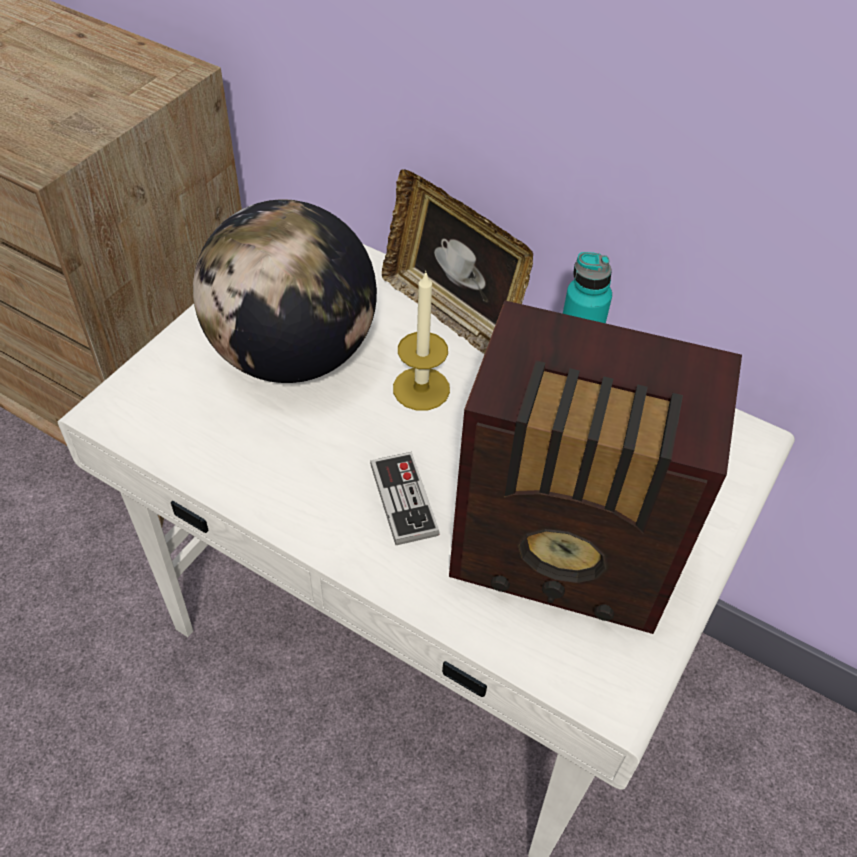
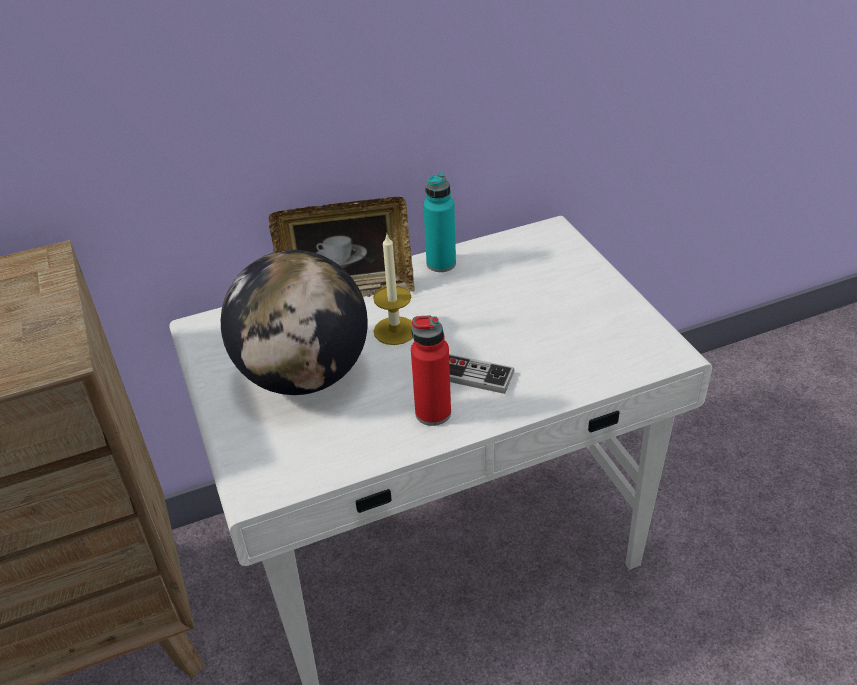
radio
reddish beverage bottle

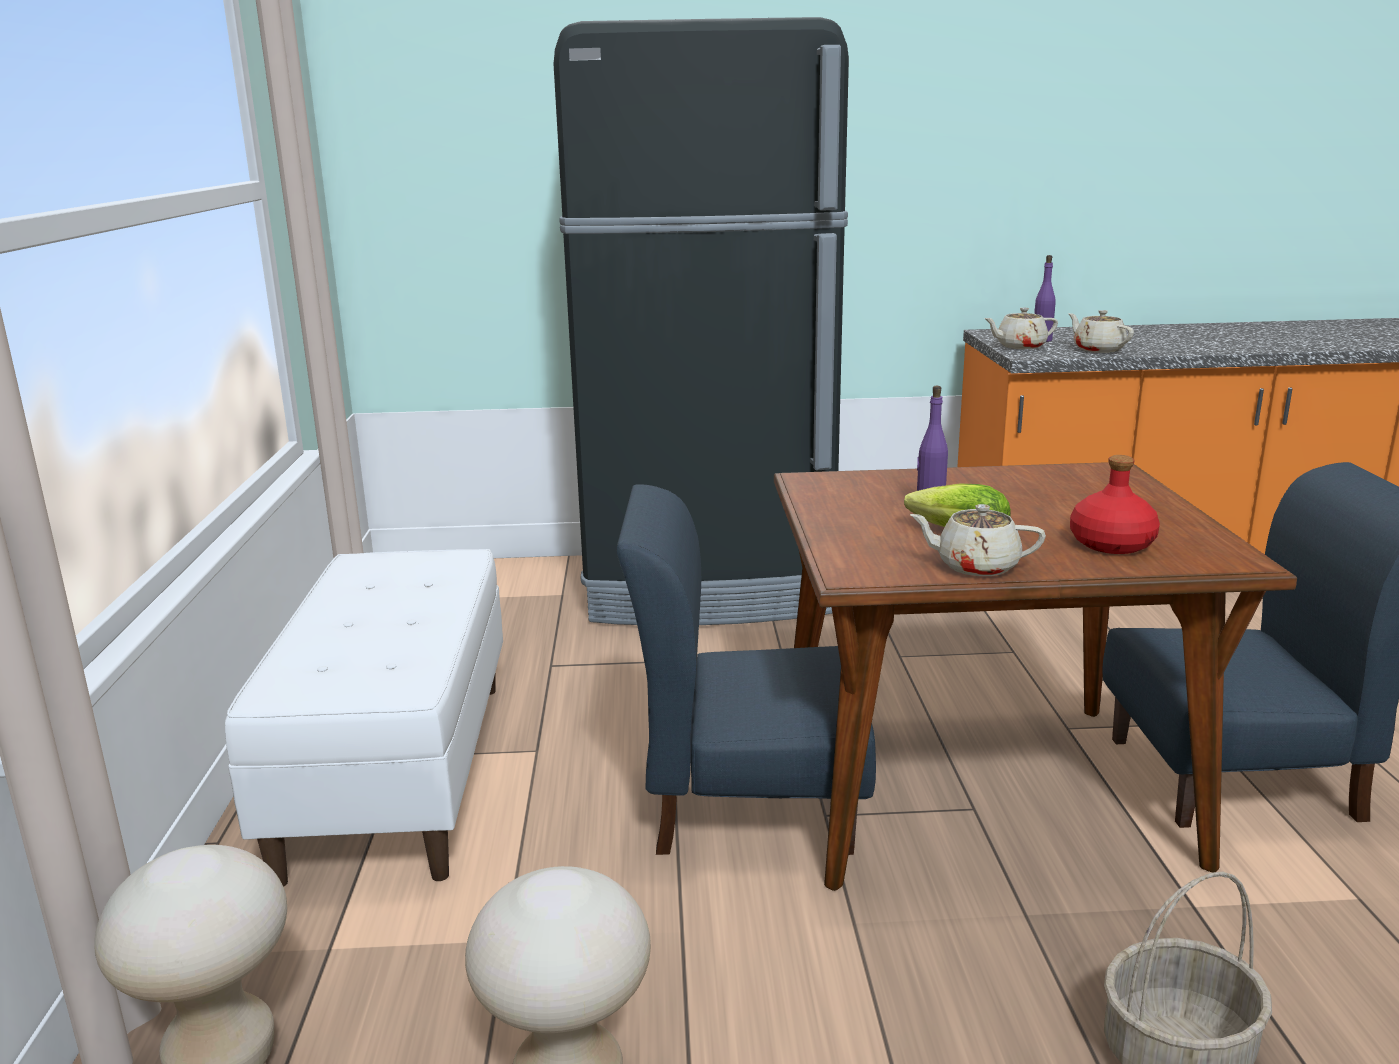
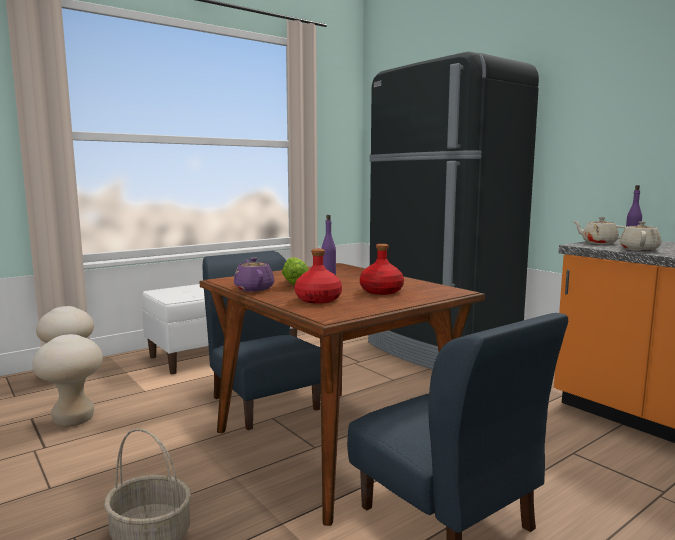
purplish tea pot
reddish beverage bottle (no. 2 from left)

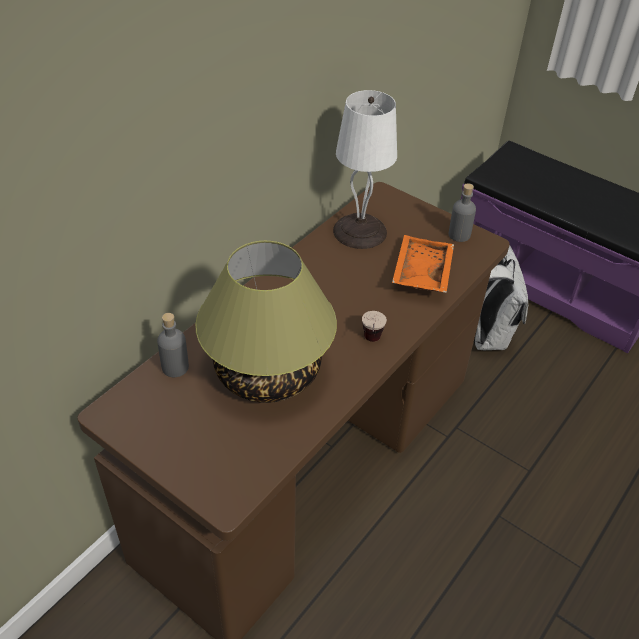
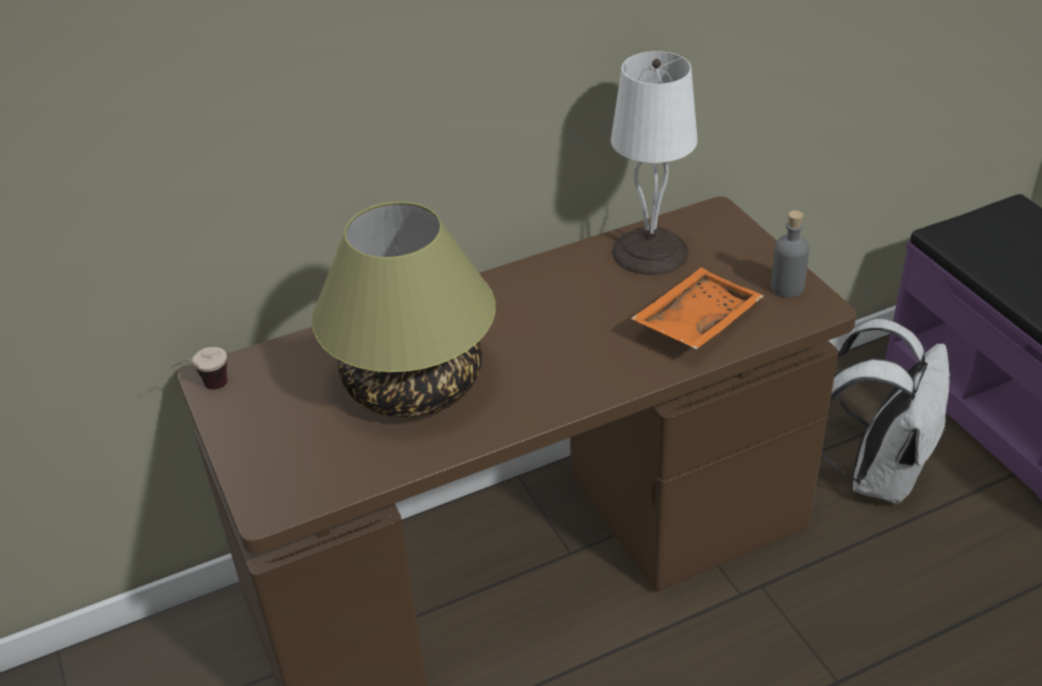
drinking cup
grey beverage bottle (no. 1 from left in the first image)

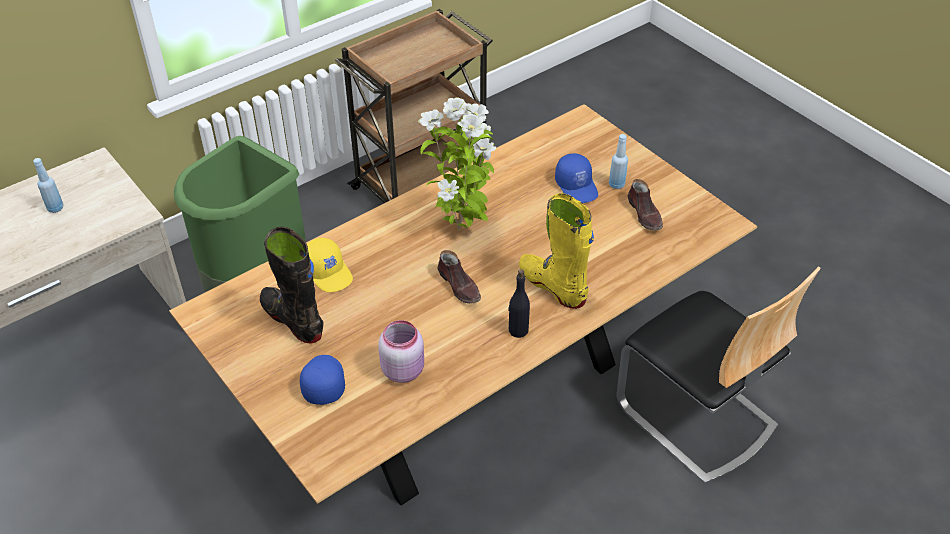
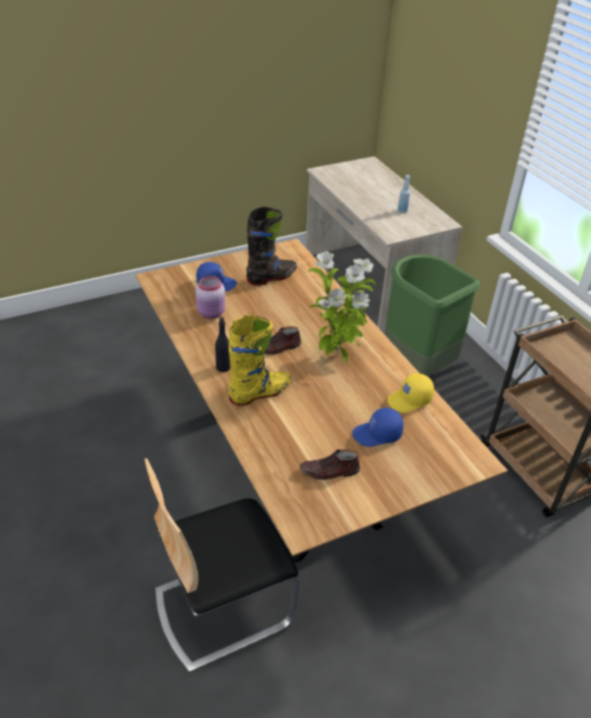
blue beverage bottle (no. 2 from left in the first image)
yellow-coloured cap

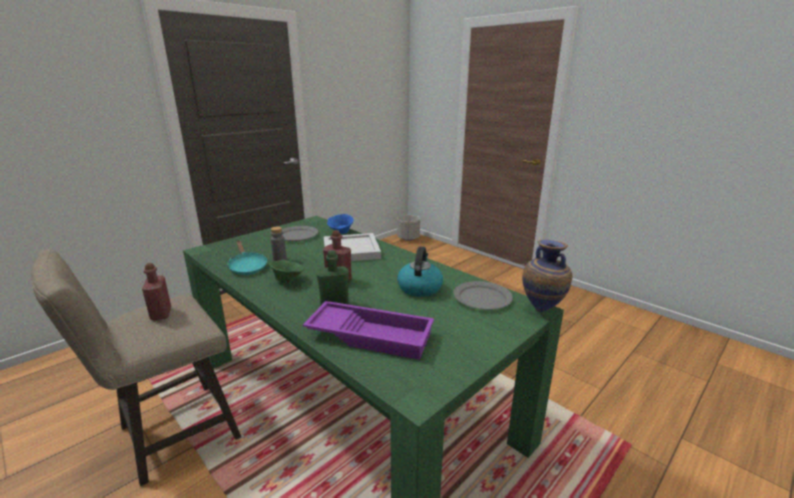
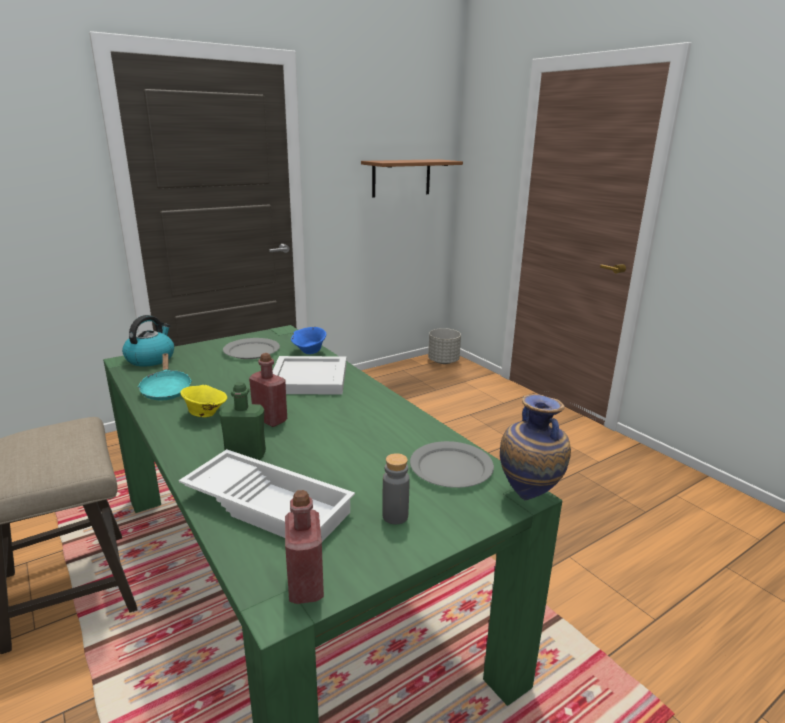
grey beverage bottle
tea kettle
yellow-coloured serving bowl
reddish beverage bottle (no. 2 from left)
white carrying tray (no. 1 from left)
brown-coloured wall shelf

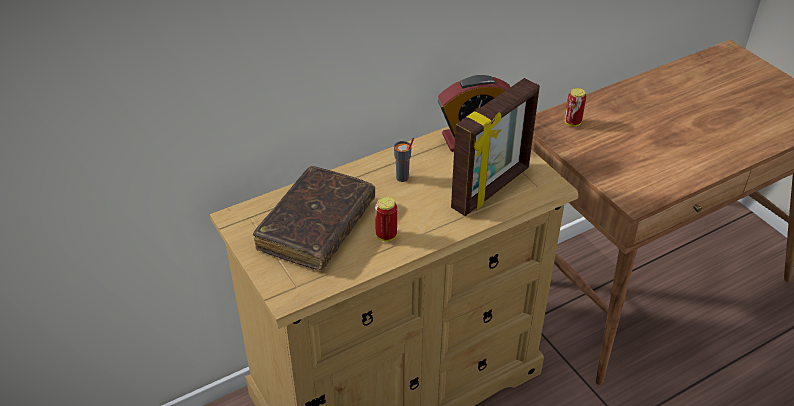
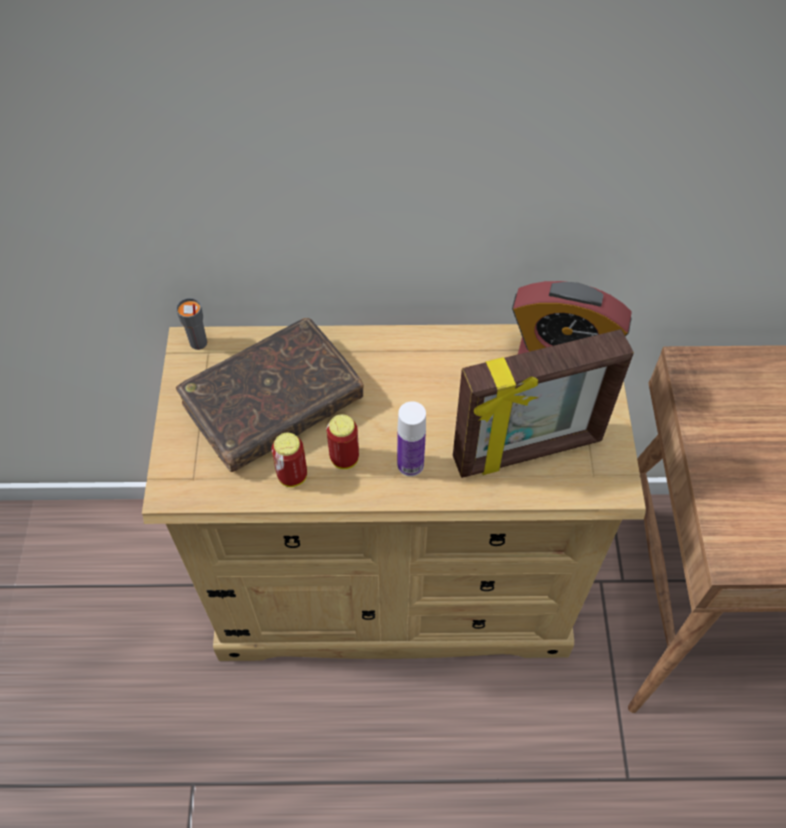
metal can (no. 1 from left)
grey drinking cup
beverage bottle

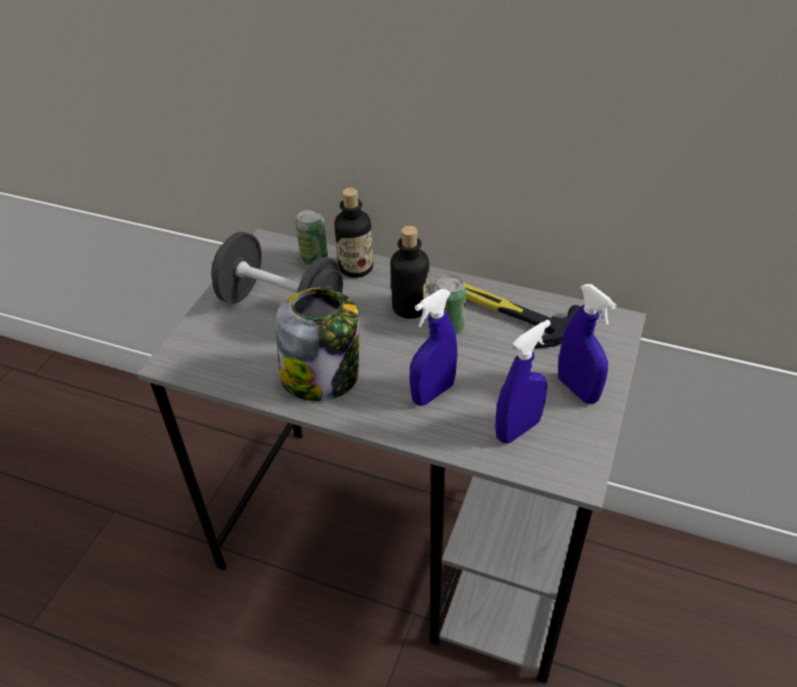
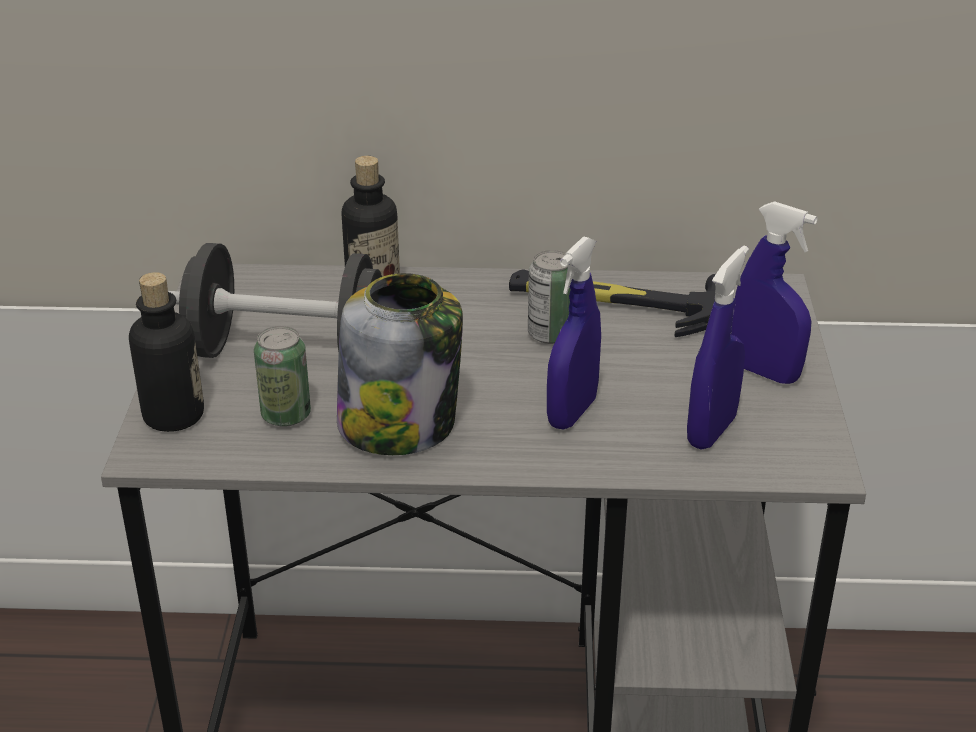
metal can (no. 1 from left)
beverage bottle (no. 1 from left)

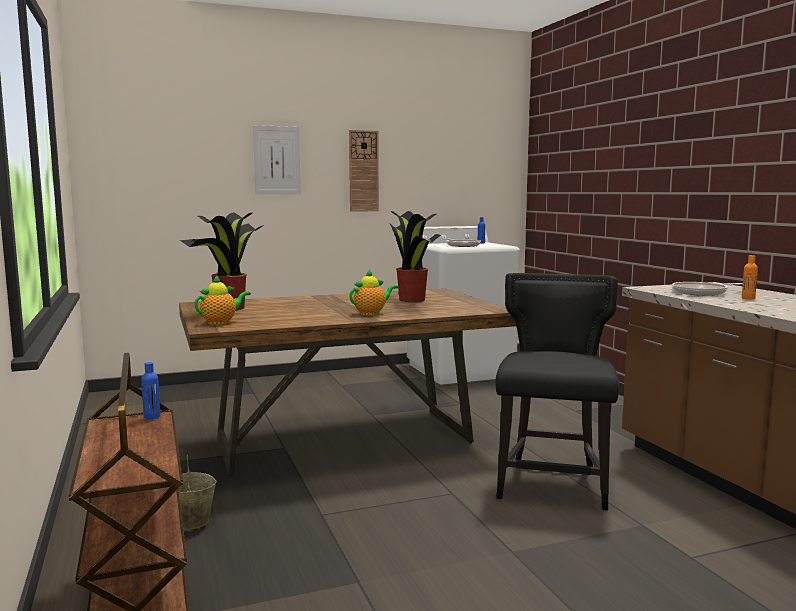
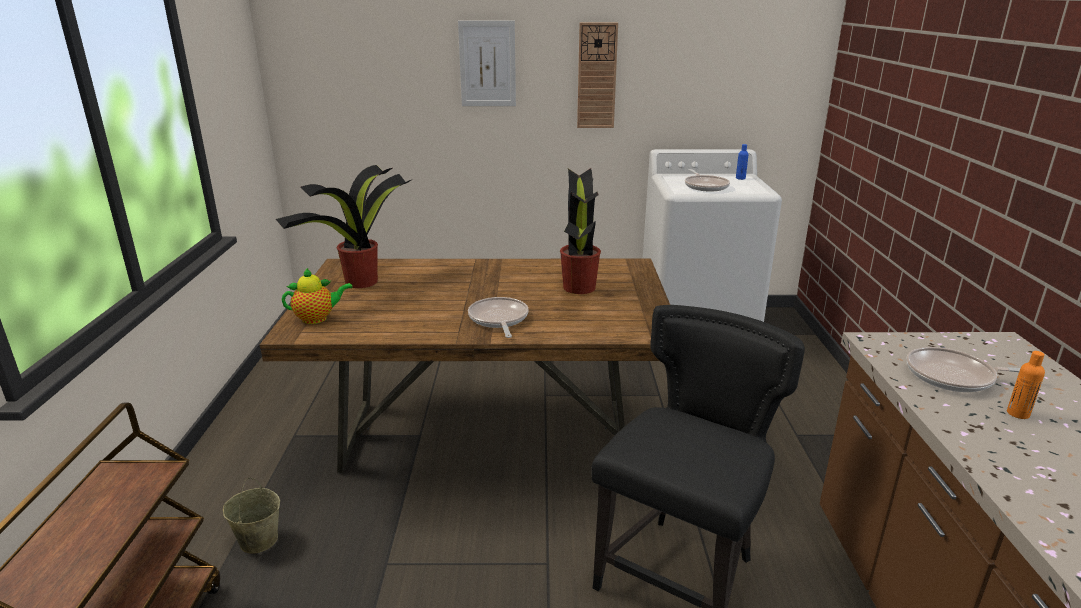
skillet (no. 1 from left)
blue beverage bottle (no. 1 from left in the first image)

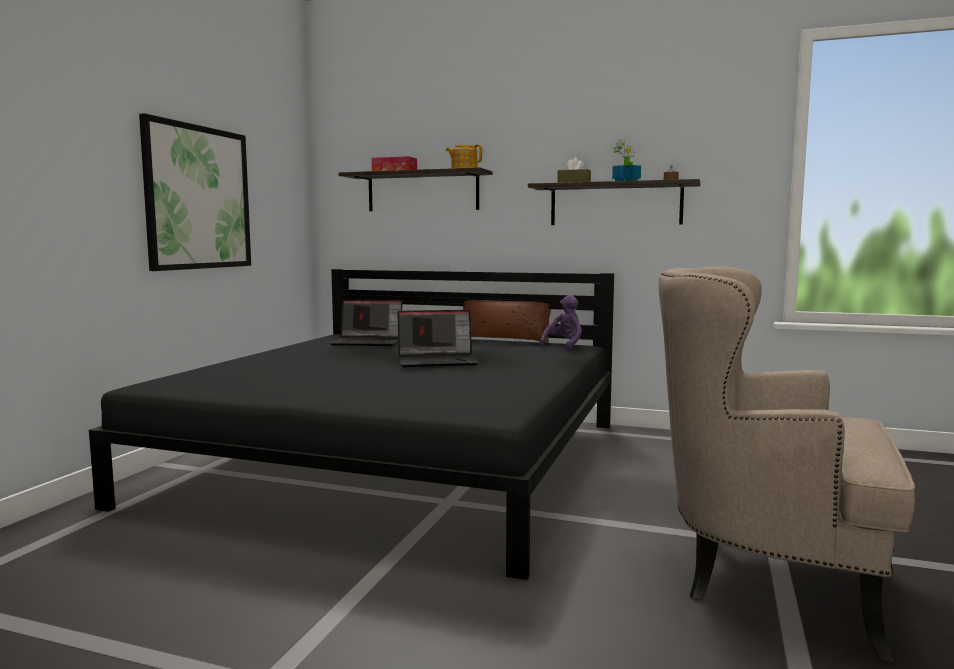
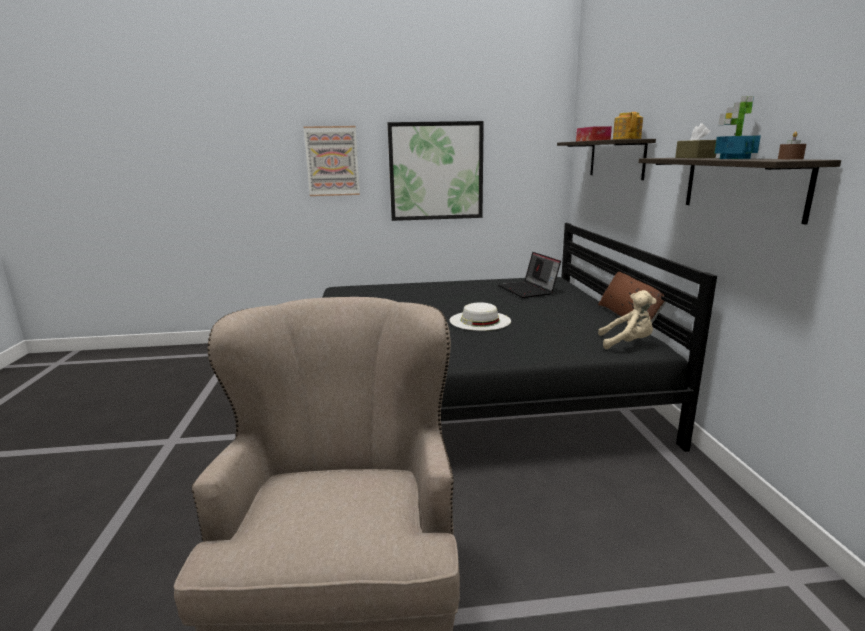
sand-coloured plush toy
white wearable hat
wall art (no. 1 from left)

